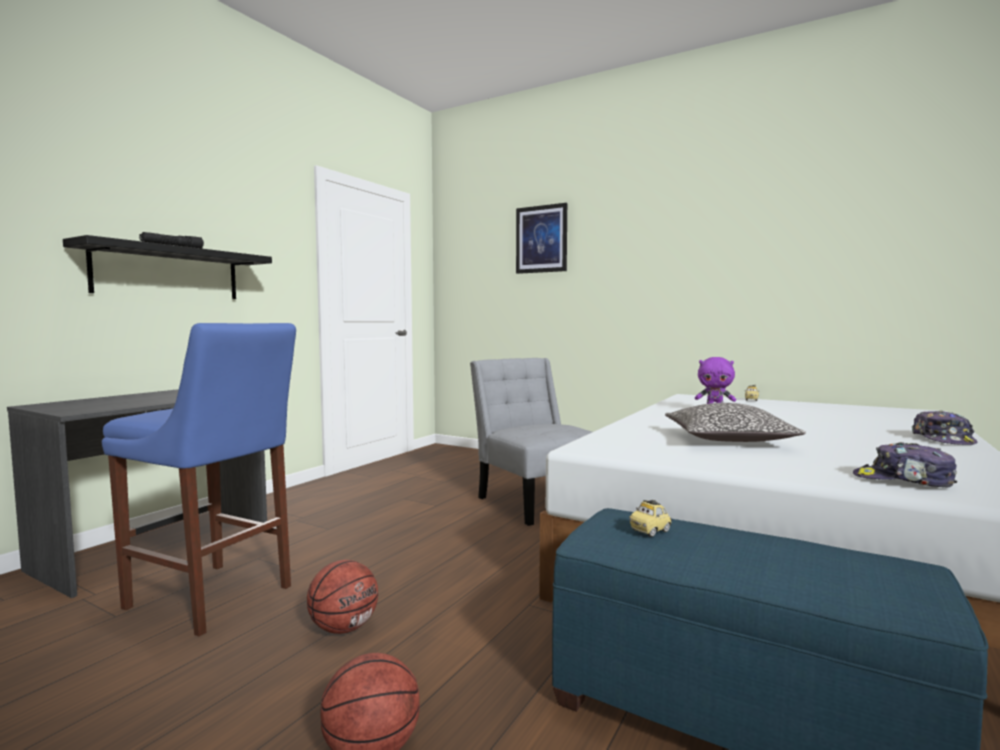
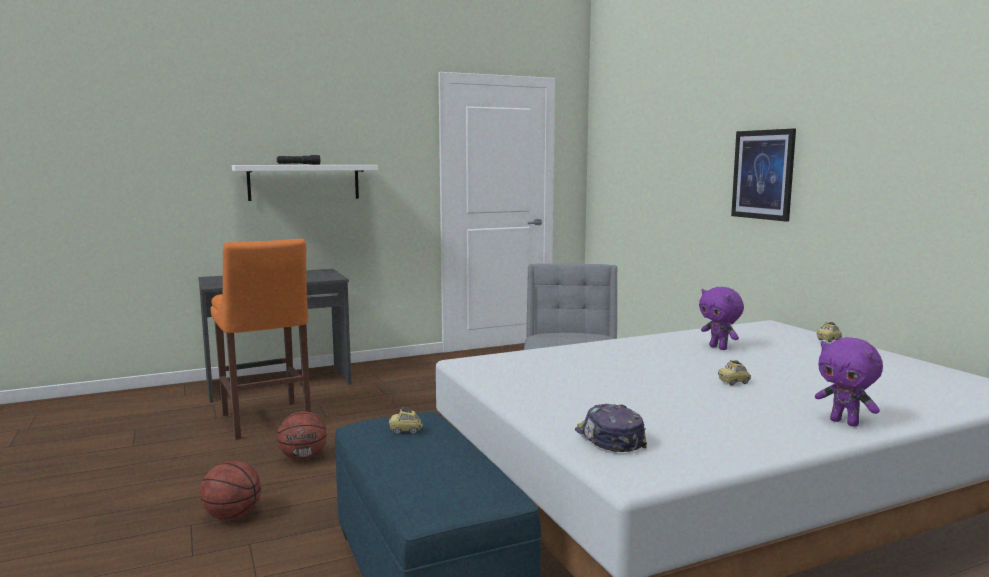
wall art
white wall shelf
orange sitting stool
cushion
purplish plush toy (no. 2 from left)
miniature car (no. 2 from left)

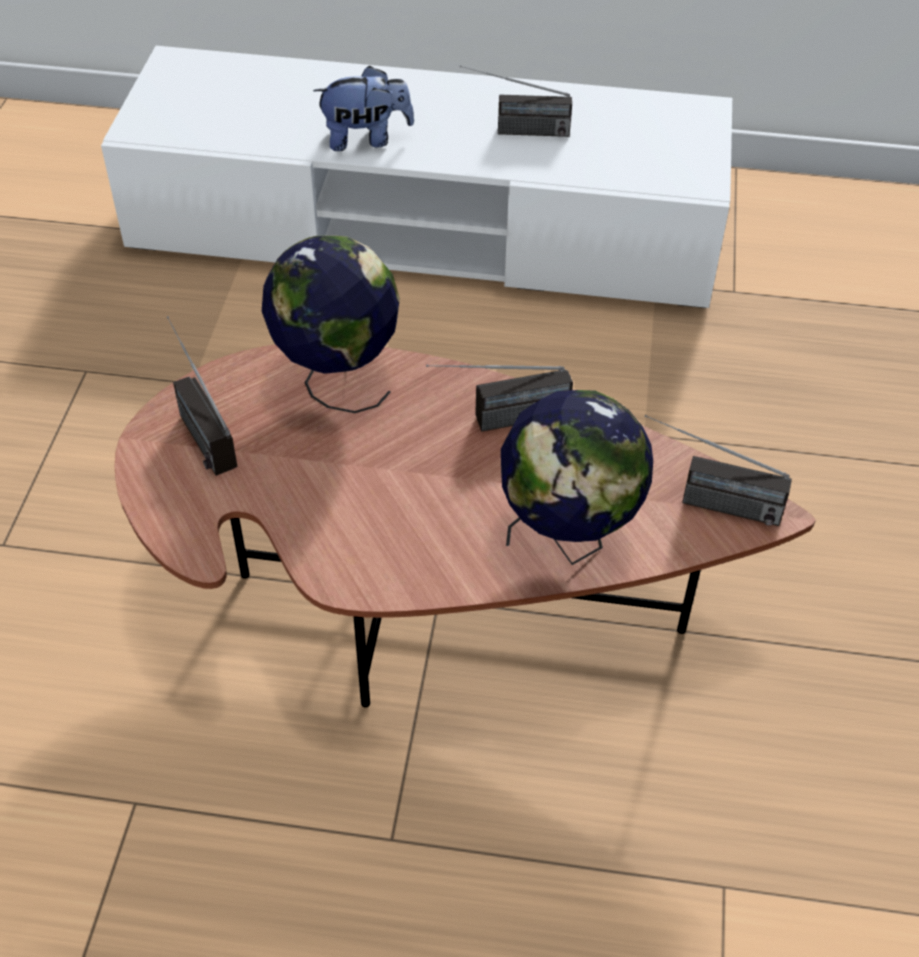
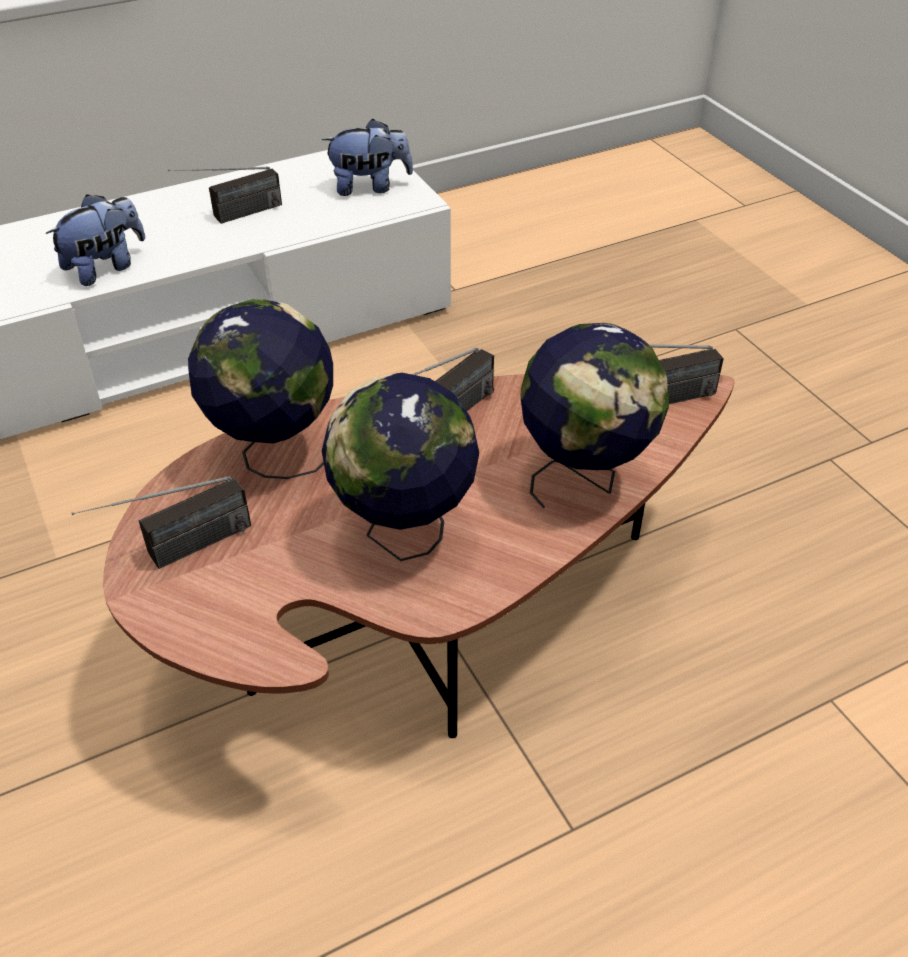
radio (no. 1 from left)
plush toy (no. 2 from left)
desk globe (no. 2 from left)

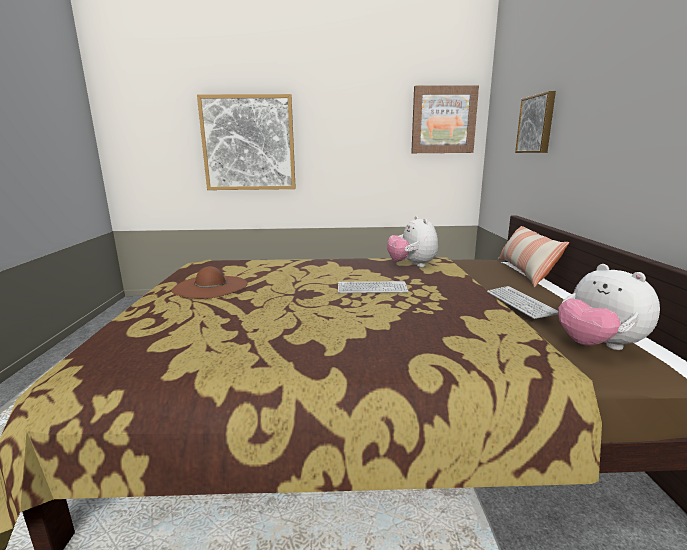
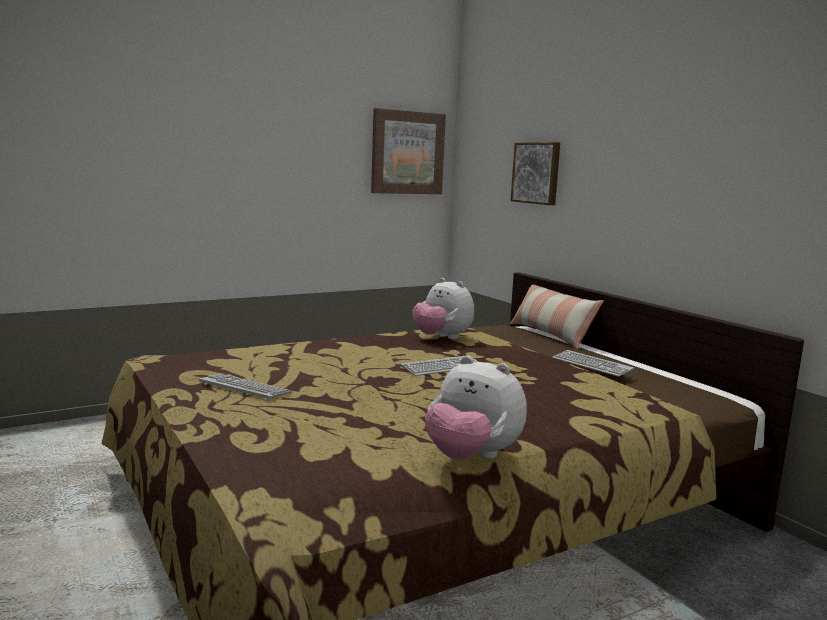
wall art (no. 1 from left in the first image)
plush toy (no. 2 from left)
PC keyboard (no. 1 from left)

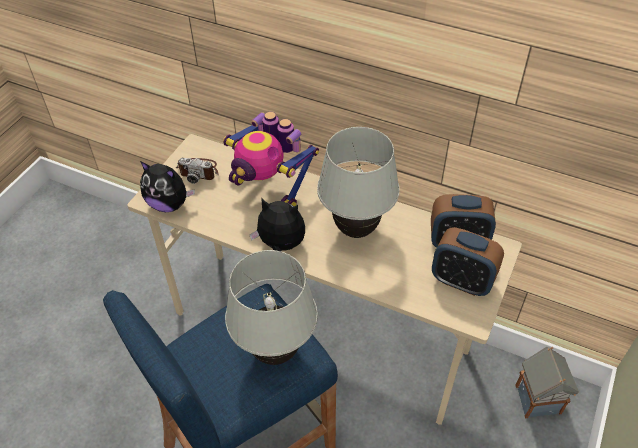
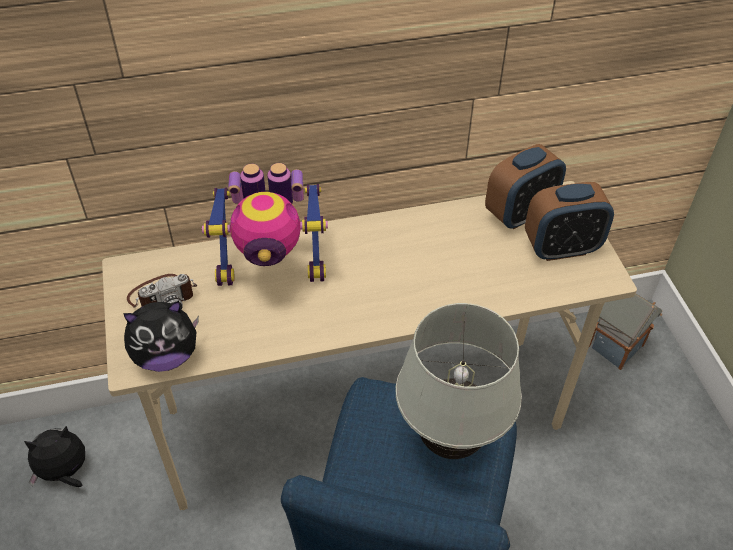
white table lamp (no. 2 from left in the first image)
plush toy (no. 1 from left)

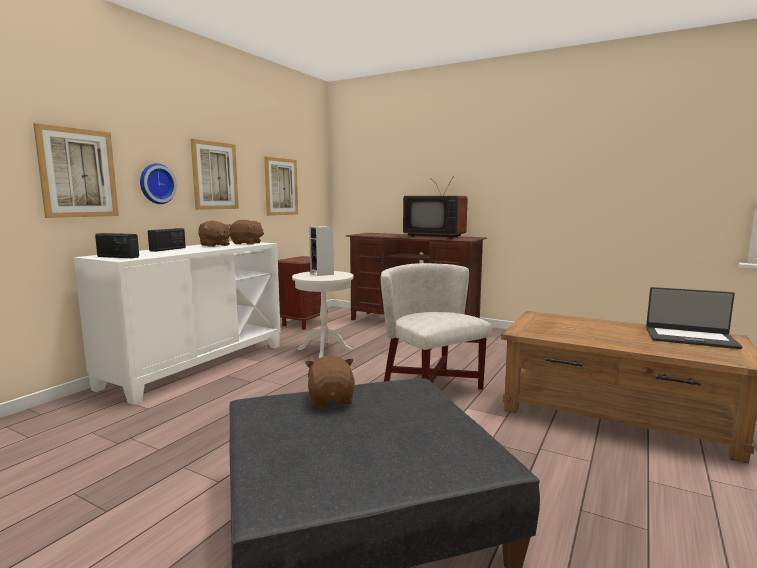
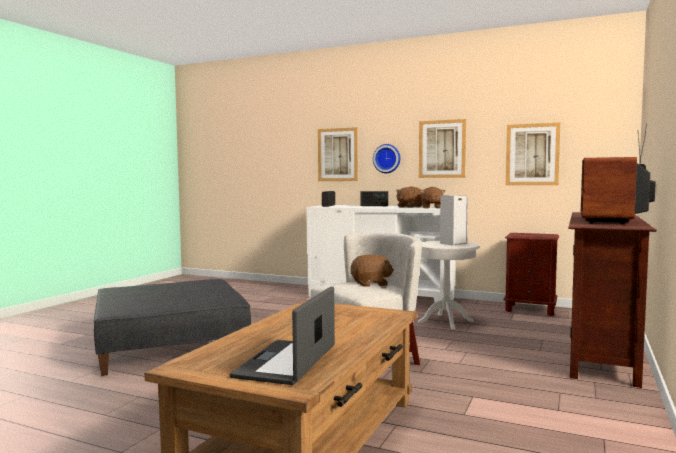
brown-coloured plush toy (no. 1 from left)

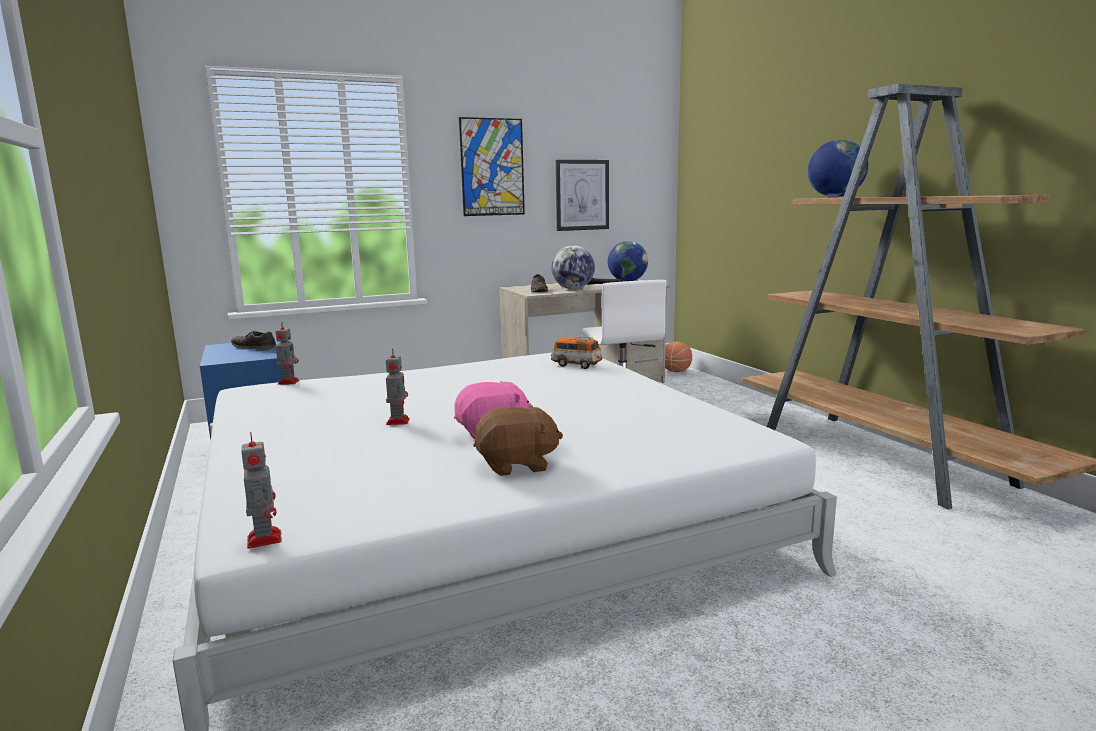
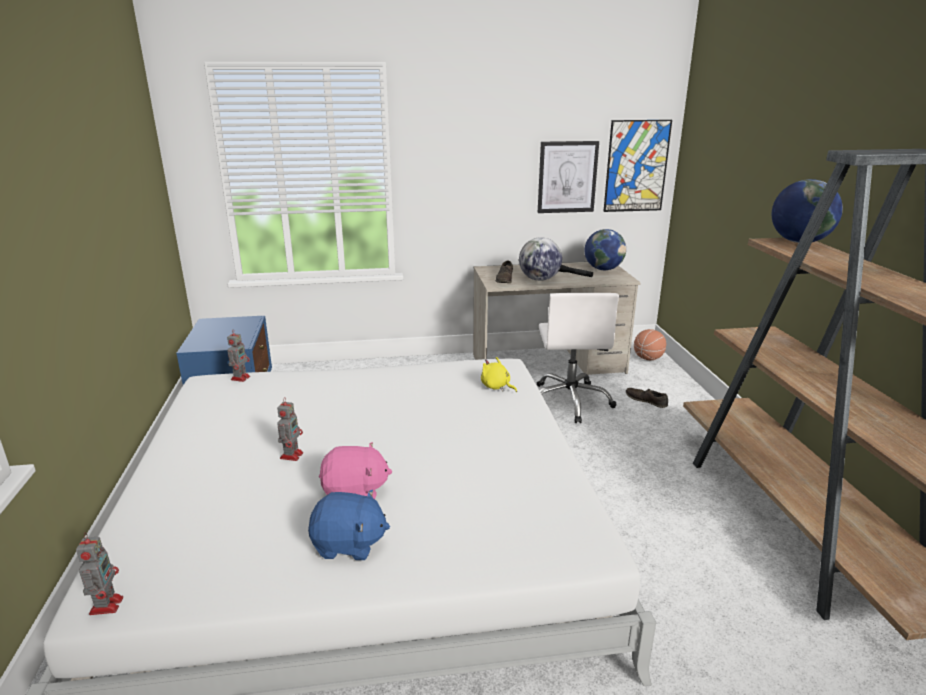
wall art (no. 2 from left)
brown-coloured low shoe (no. 2 from left)
yellow-coloured plush toy
blue plush toy

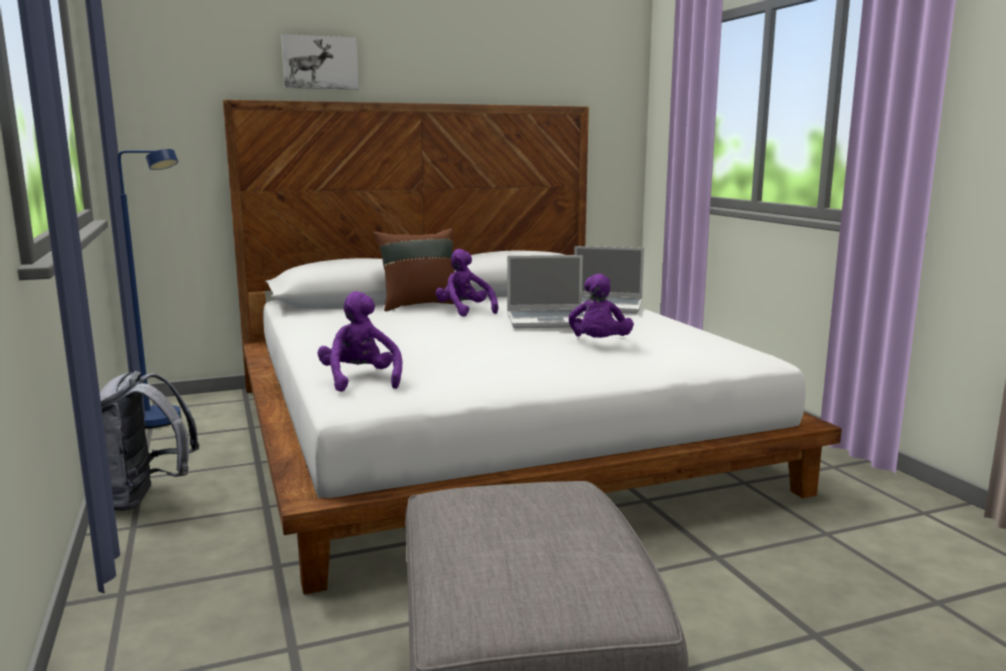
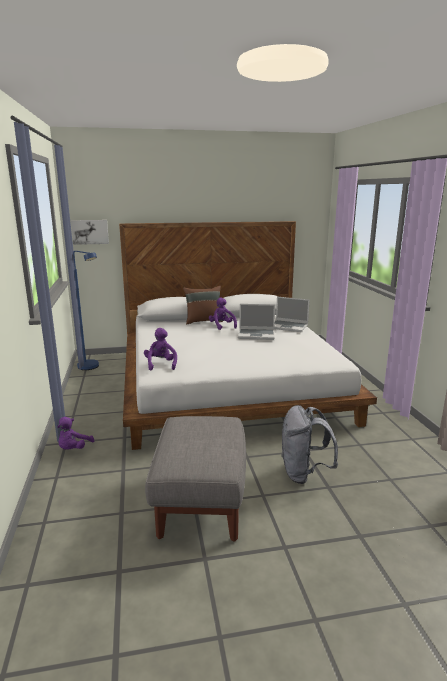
wall art
purplish plush toy (no. 1 from left)
grey rucksack

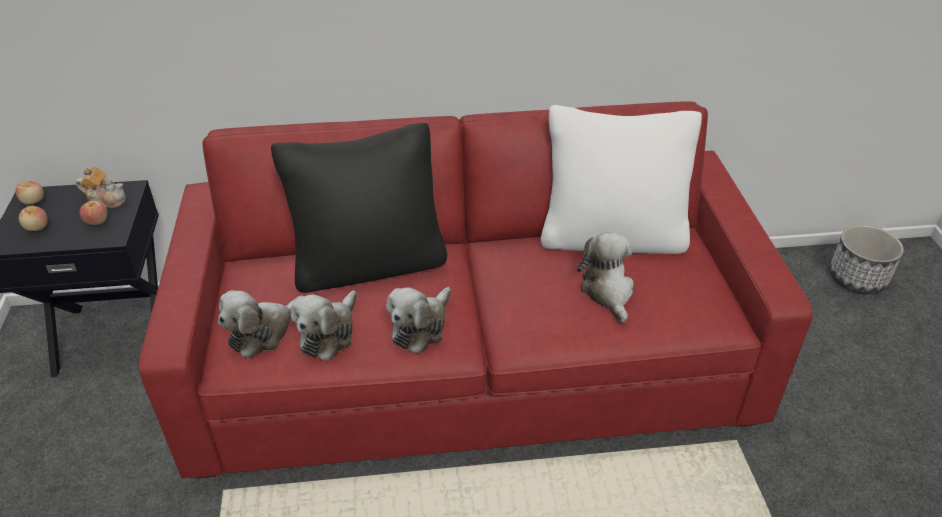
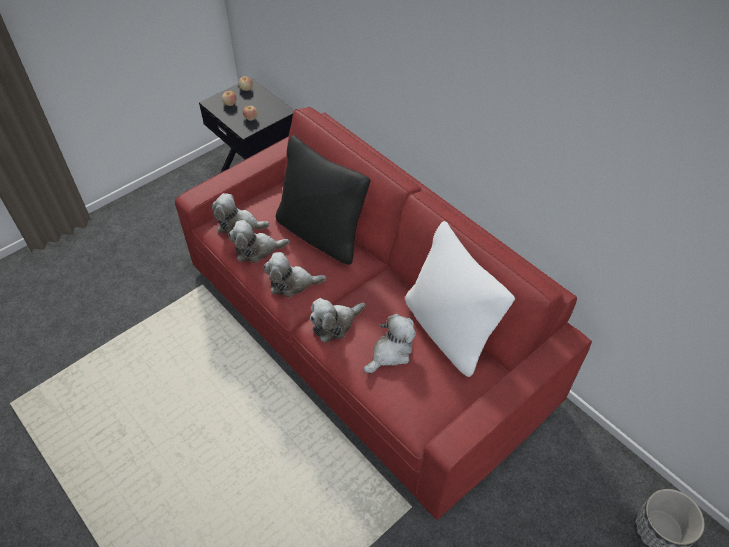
tea pot
plush toy (no. 4 from left)

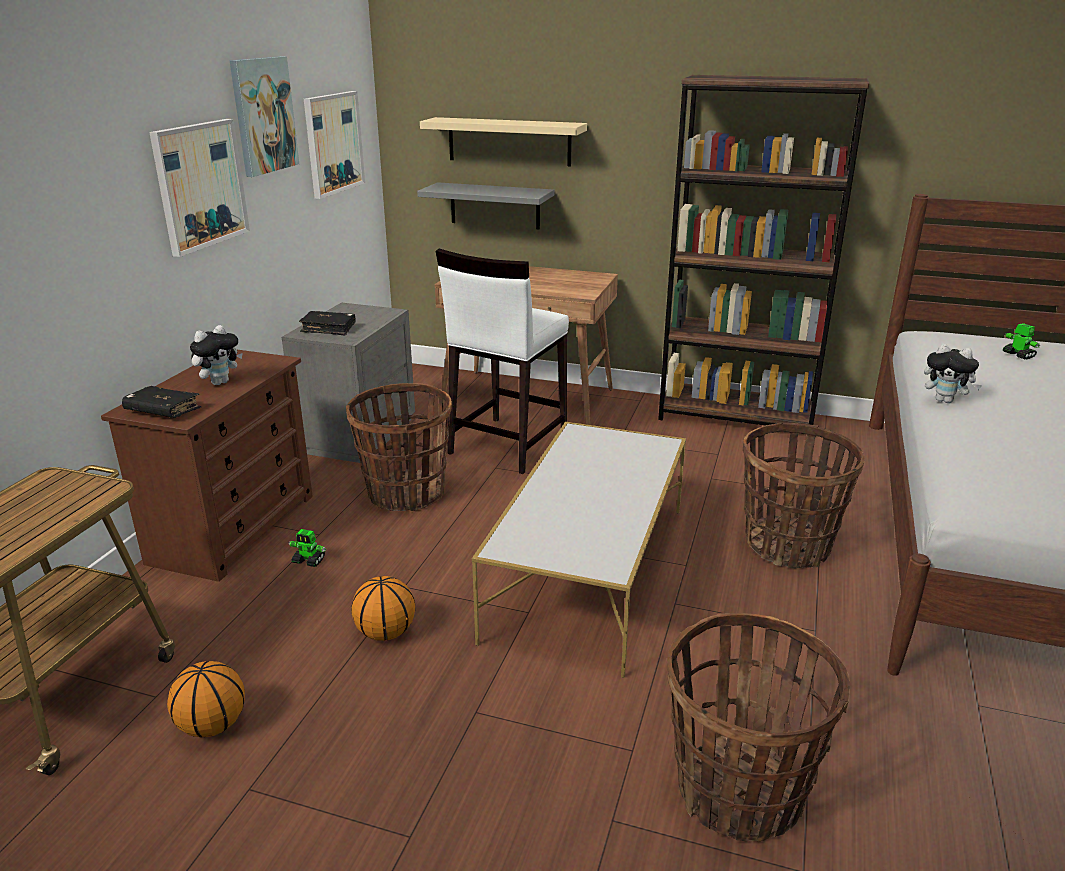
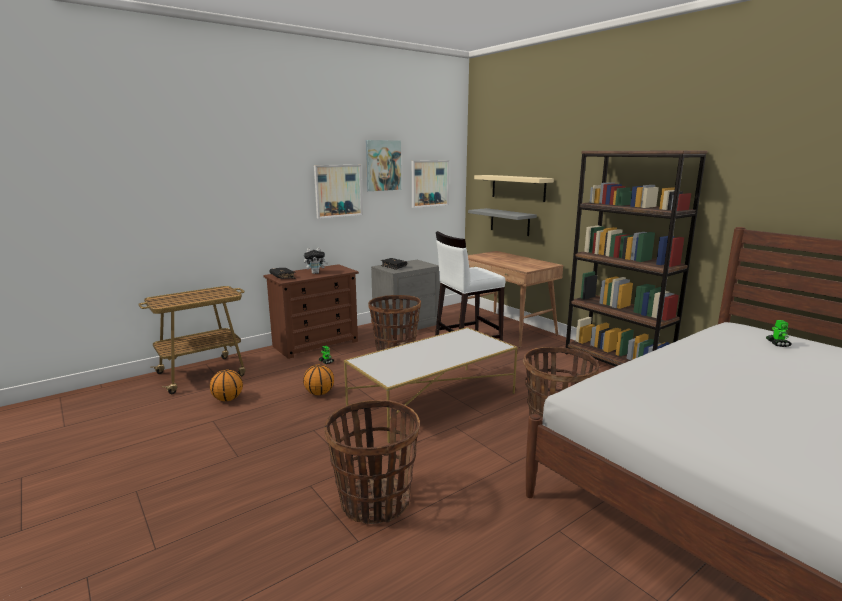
plush toy (no. 2 from left in the first image)

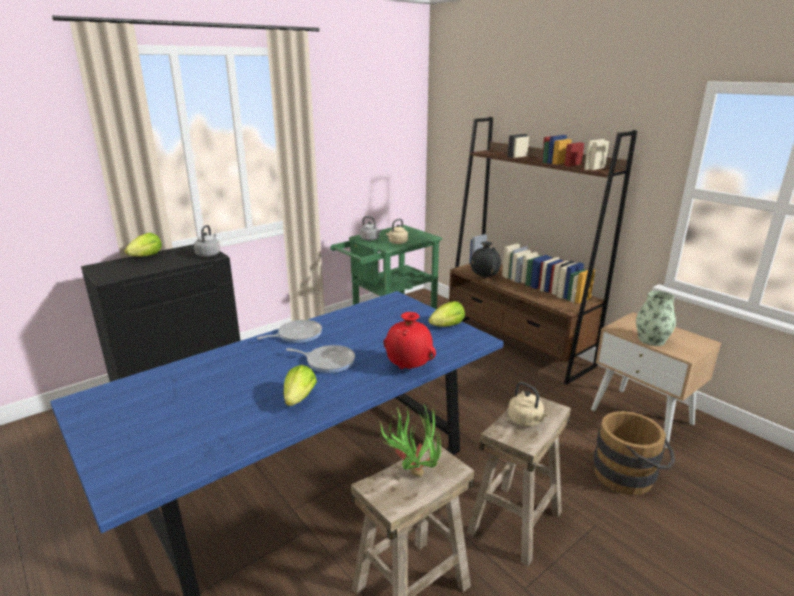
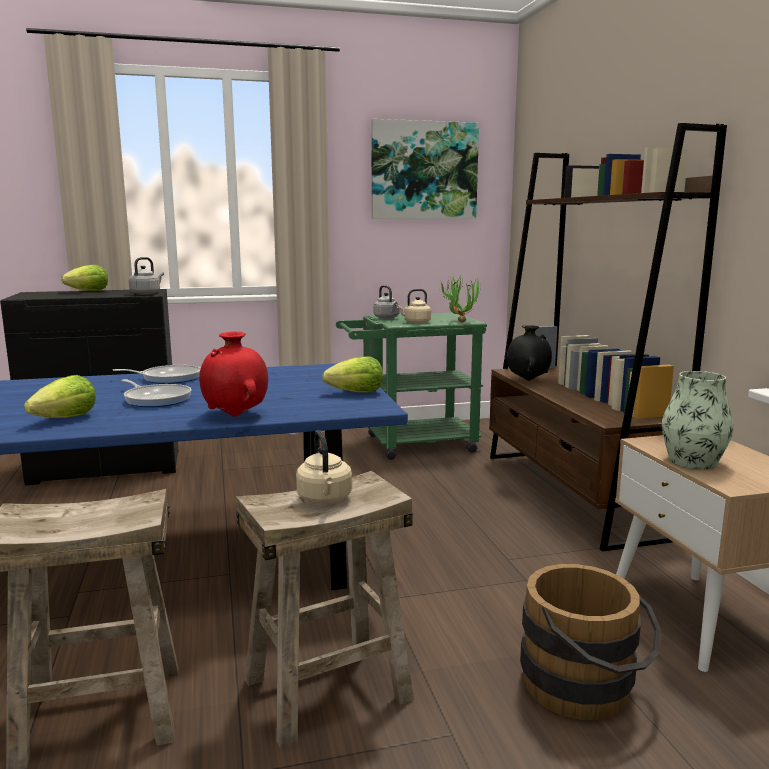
plant in a pot
wall art

